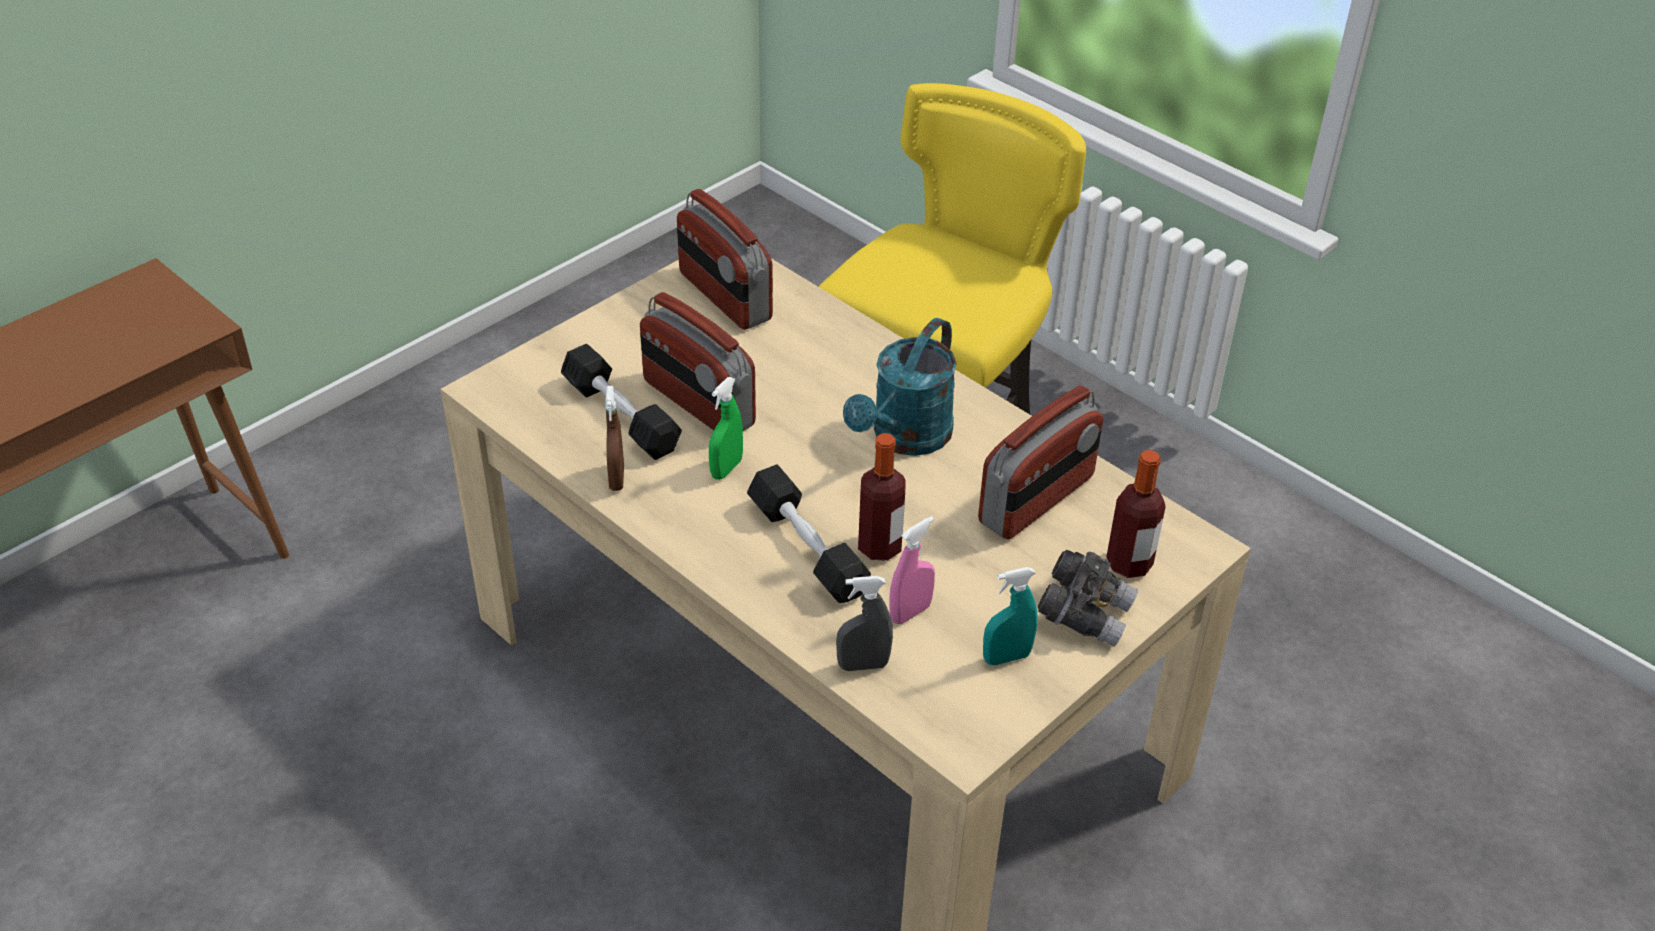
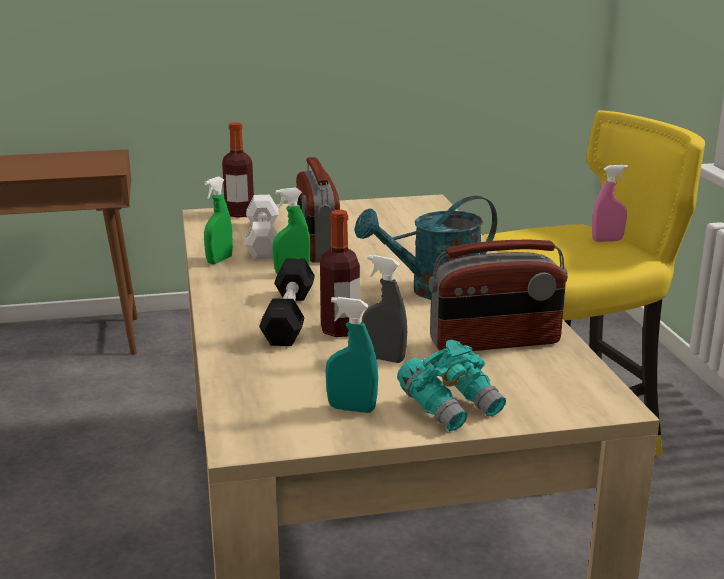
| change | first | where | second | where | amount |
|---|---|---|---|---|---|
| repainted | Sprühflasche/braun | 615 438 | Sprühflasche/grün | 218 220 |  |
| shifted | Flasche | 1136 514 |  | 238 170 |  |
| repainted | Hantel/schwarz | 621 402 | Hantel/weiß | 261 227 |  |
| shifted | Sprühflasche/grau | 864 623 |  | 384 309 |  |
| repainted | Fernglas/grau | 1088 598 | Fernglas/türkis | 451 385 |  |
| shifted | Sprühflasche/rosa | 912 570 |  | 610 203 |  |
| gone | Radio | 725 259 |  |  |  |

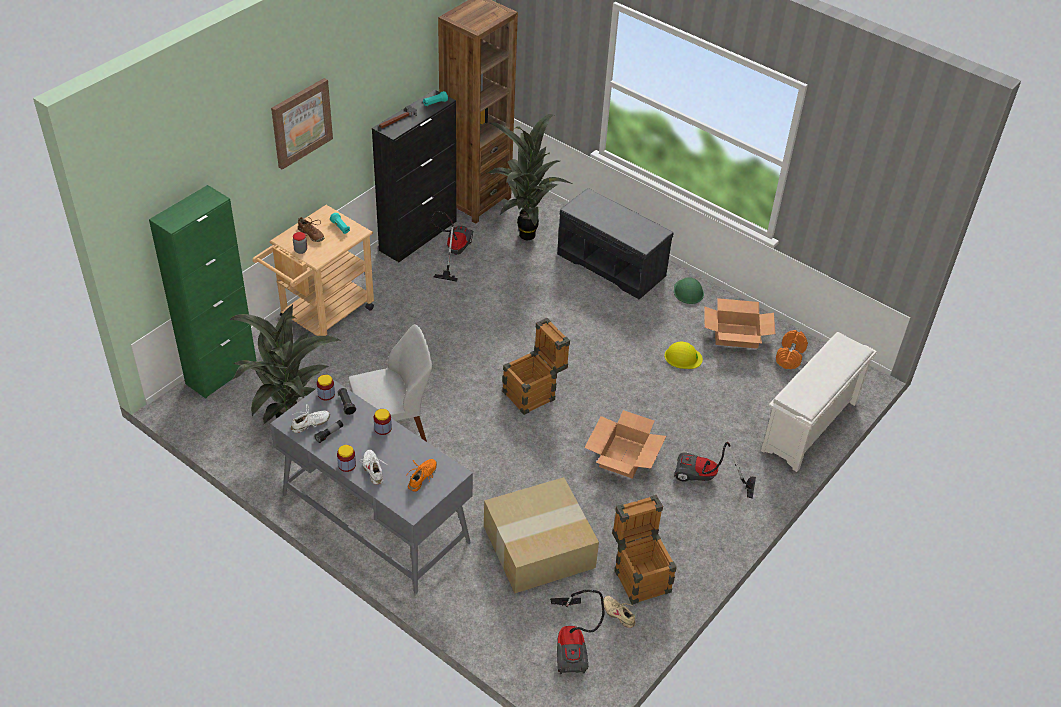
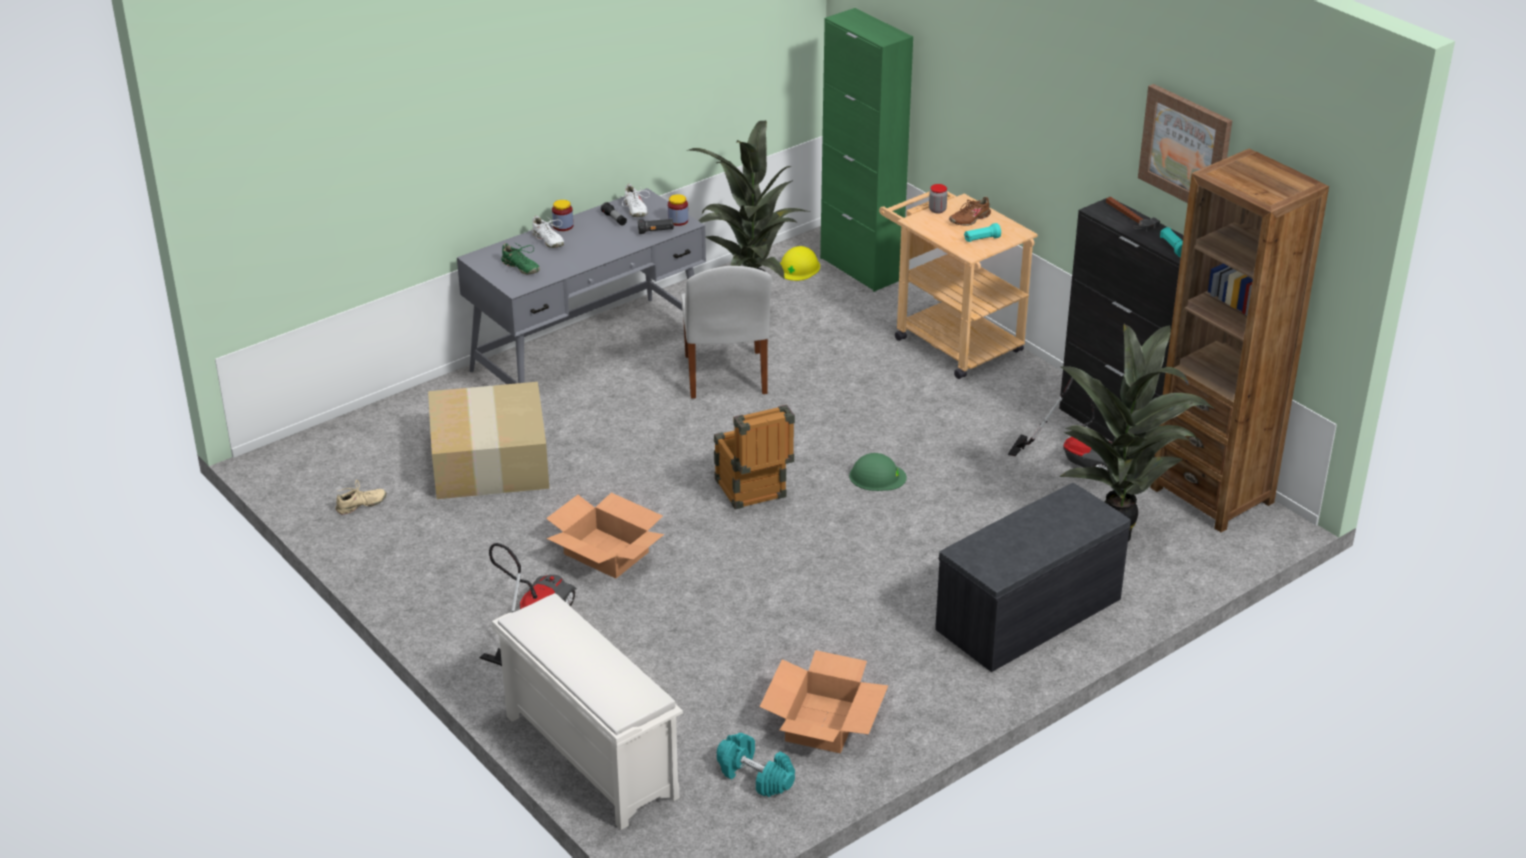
| change | first | where | second | where | amount |
|---|---|---|---|---|---|
| repainted | Schuh/orange | 422 475 | Schuh/grün | 520 258 |  |
| rotated | Schuh/weiß | 374 467 |  | 546 232 | 60 degrees clockwise |
| repainted | Hantel/orange | 792 349 | Hantel/türkis | 756 765 |  |
| shifted | Schutzhelm/gelb | 683 355 |  | 799 263 |  |
| shifted | Schutzhelm/grün | 689 290 |  | 878 472 |  |
| shifted | Bild | 302 124 |  | 1185 143 |  |
| gone | Vorratsglas | 383 422 |  |  |  |
| gone | Staubsauger | 577 632 |  |  |  |
| gone | Kiste | 644 550 |  |  |  |

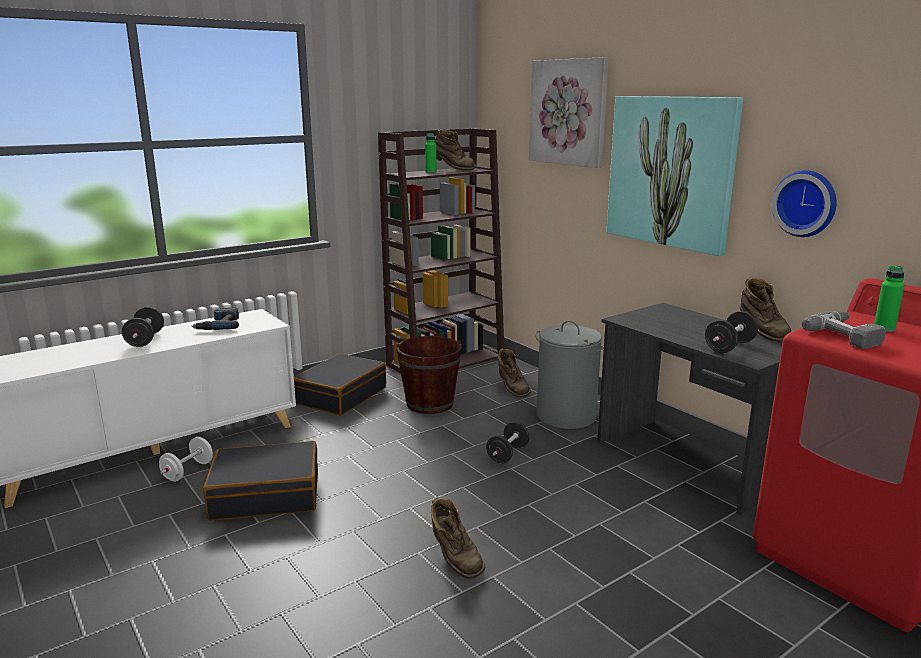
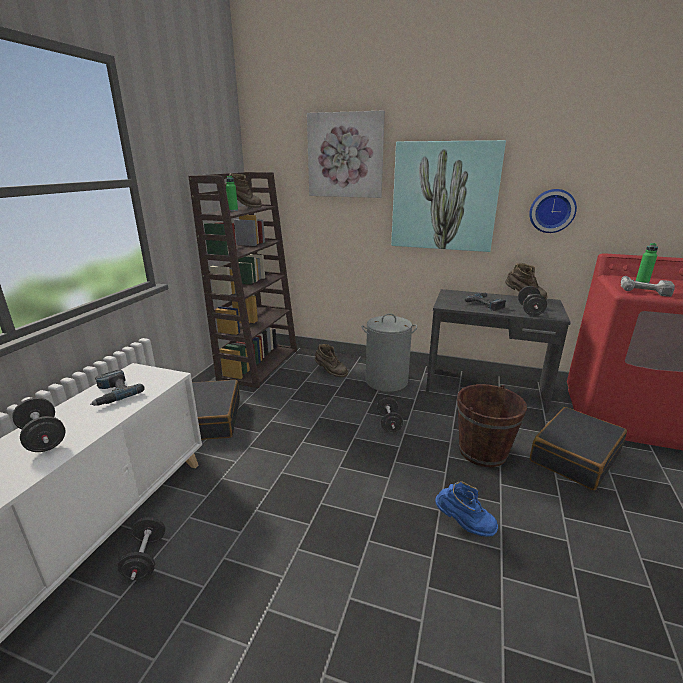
| change | first | where | second | where | amount |
|---|---|---|---|---|---|
| repainted | Hantel/weiß | 186 459 | Hantel/schwarz | 141 548 |  |
| repainted | Stiefel/braun | 458 538 | Stiefel/blau | 466 509 |  |
| shifted | Eimer/braun | 429 375 |  | 492 425 |  |
| new |  |  | Bohrmaschine | 485 302 |  |
| shifted | Koffer/schwarz | 260 481 |  | 578 448 |  |

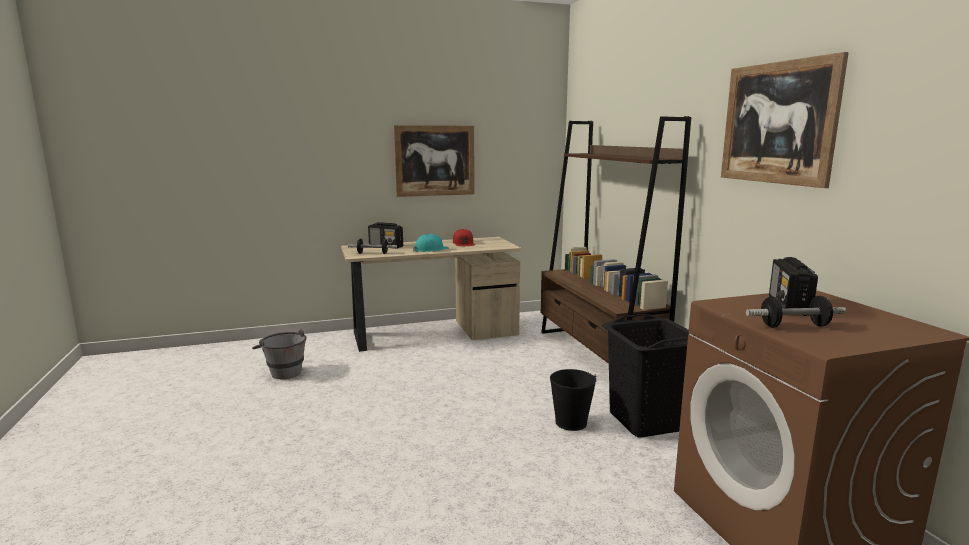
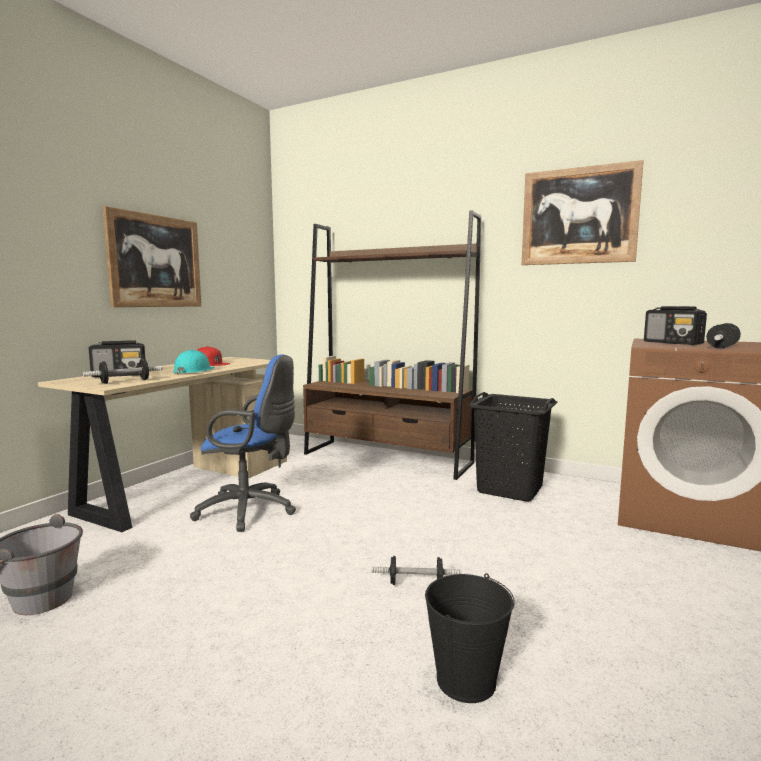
| change | first | where | second | where | amount |
|---|---|---|---|---|---|
| new |  |  | Bürostuhl/blau | 243 443 |  |
| new |  |  | Hantel | 416 570 |  |
| shifted | Eimer/schwarz | 573 400 |  | 470 638 |  |

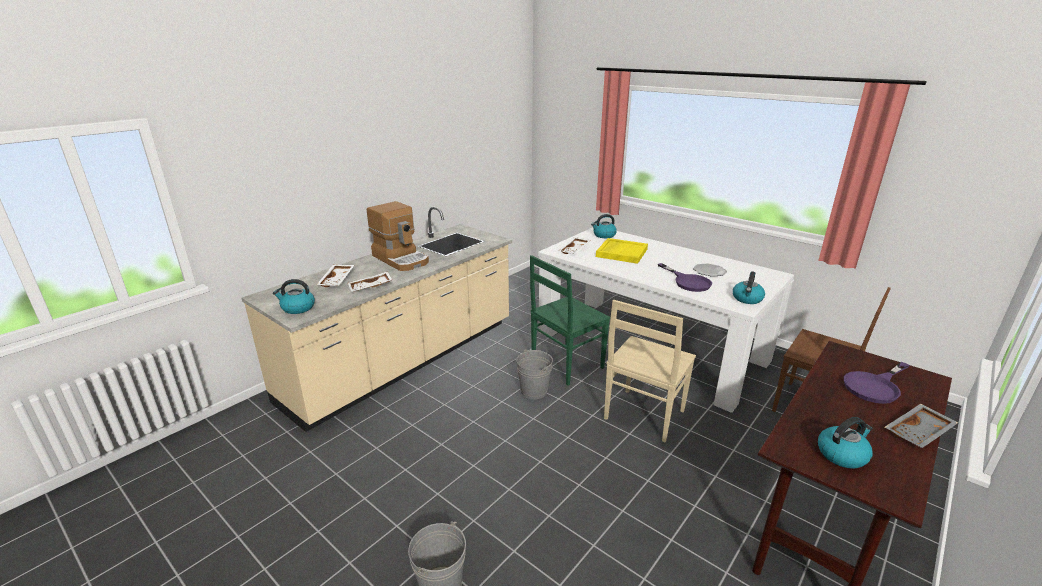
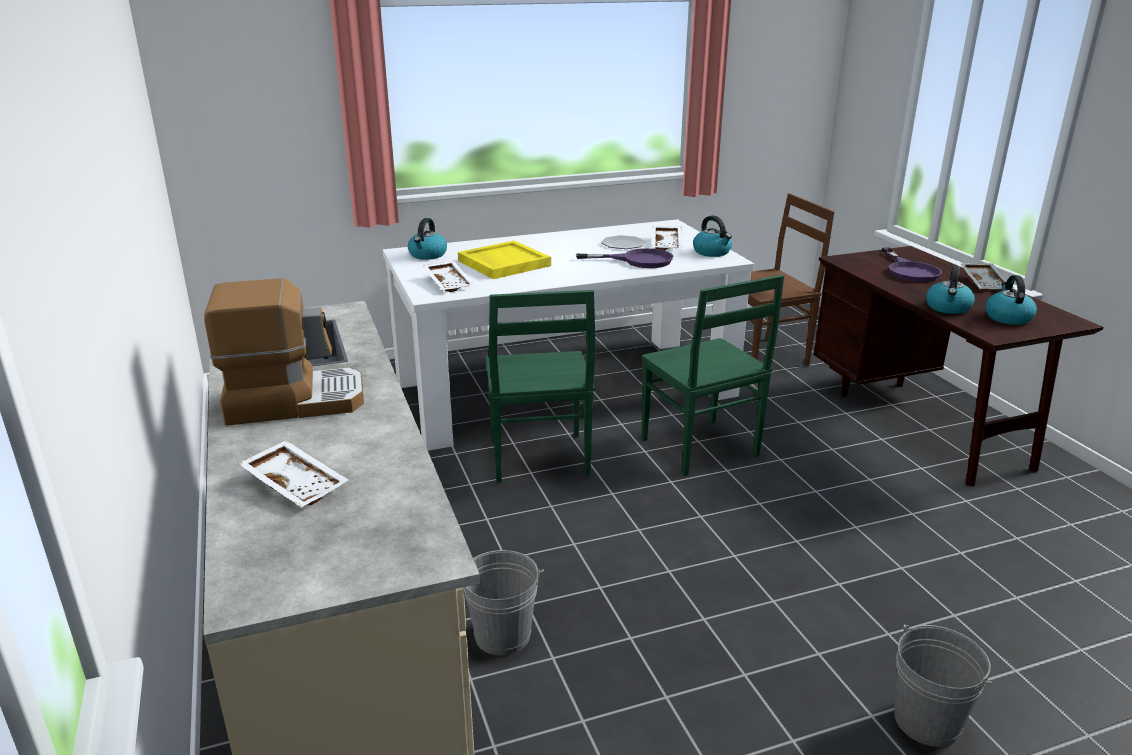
| change | first | where | second | where | amount |
|---|---|---|---|---|---|
| shifted | Eimer/grau | 535 374 |  | 504 603 |  |
| repainted | Stuhl/beige | 650 371 | Stuhl/grün | 713 375 |  |
| shifted | Tablett/weiß | 370 282 |  | 667 238 |  |
| shifted | Wasserkessel | 294 296 |  | 950 290 |  |

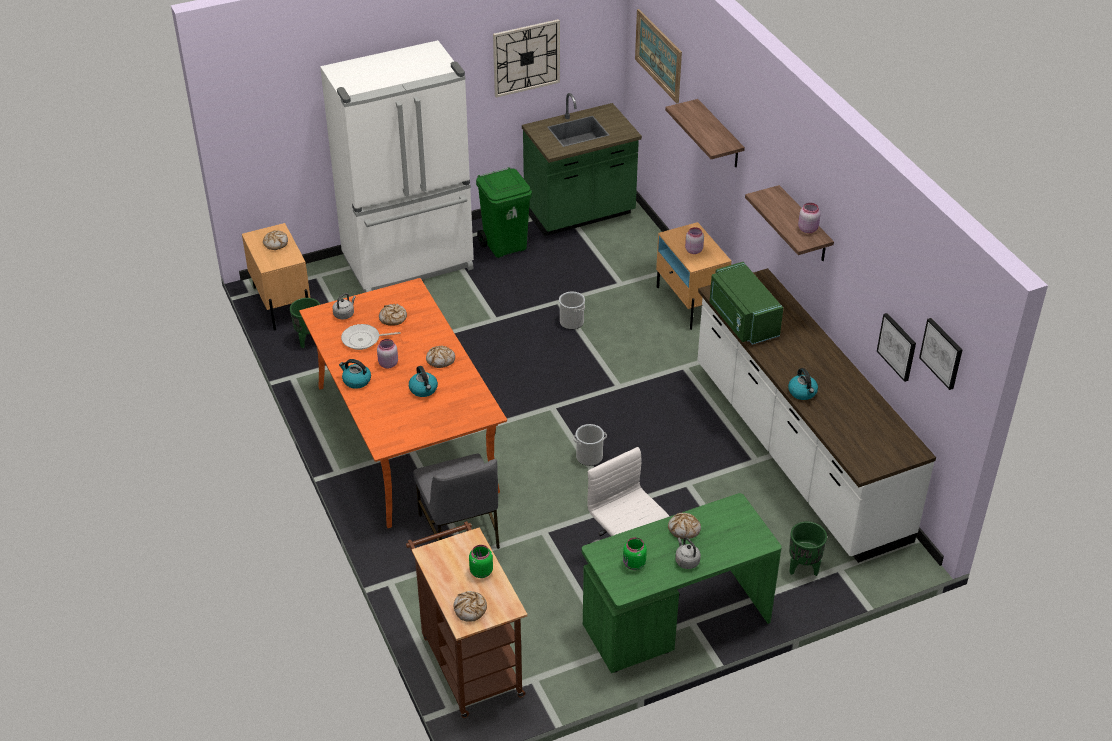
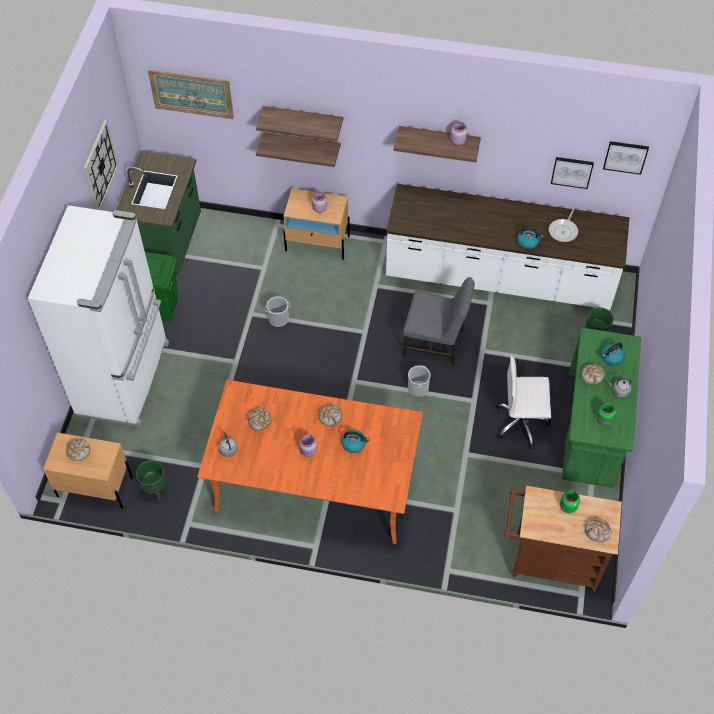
| change | first | where | second | where | amount |
|---|---|---|---|---|---|
| new |  |  | Wandregal | 298 149 |  |
| shifted | Stuhl/grau | 456 501 |  | 439 321 |  |
| shifted | Pfanne | 371 337 |  | 563 225 |  |
| shifted | Wasserkessel | 355 374 |  | 613 354 |  |
| gone | Mikrowelle/grün | 746 303 |  |  |  |

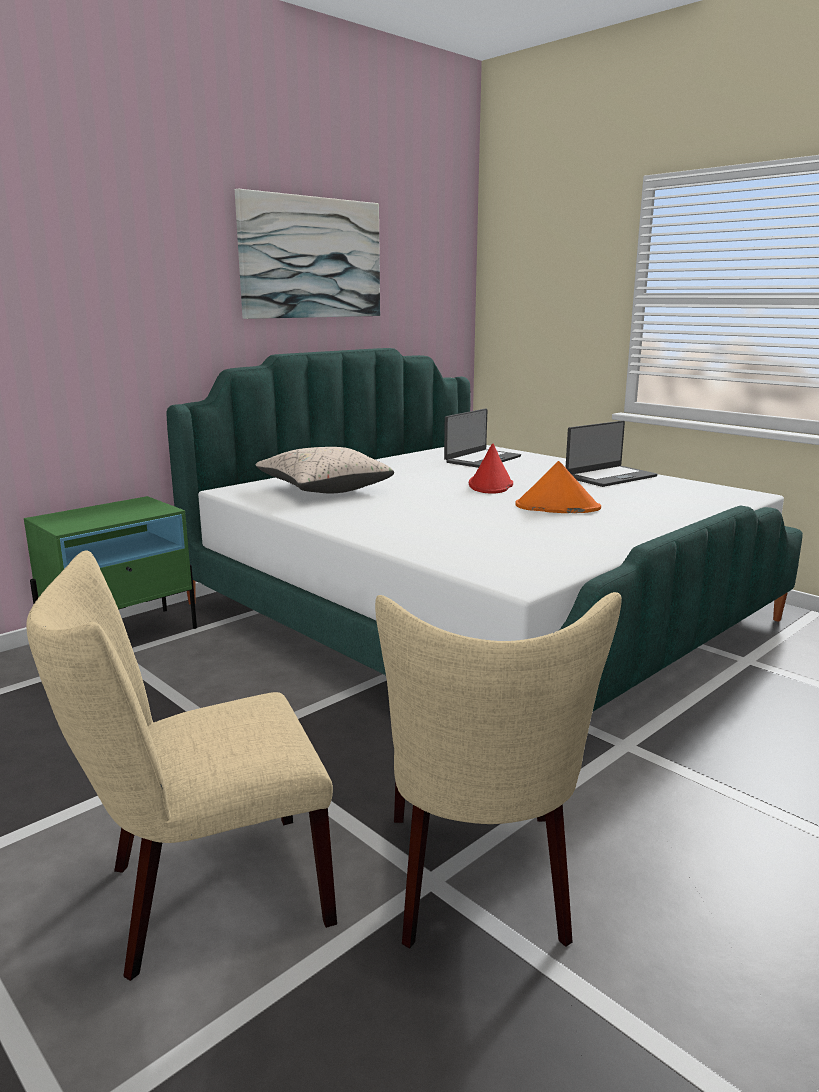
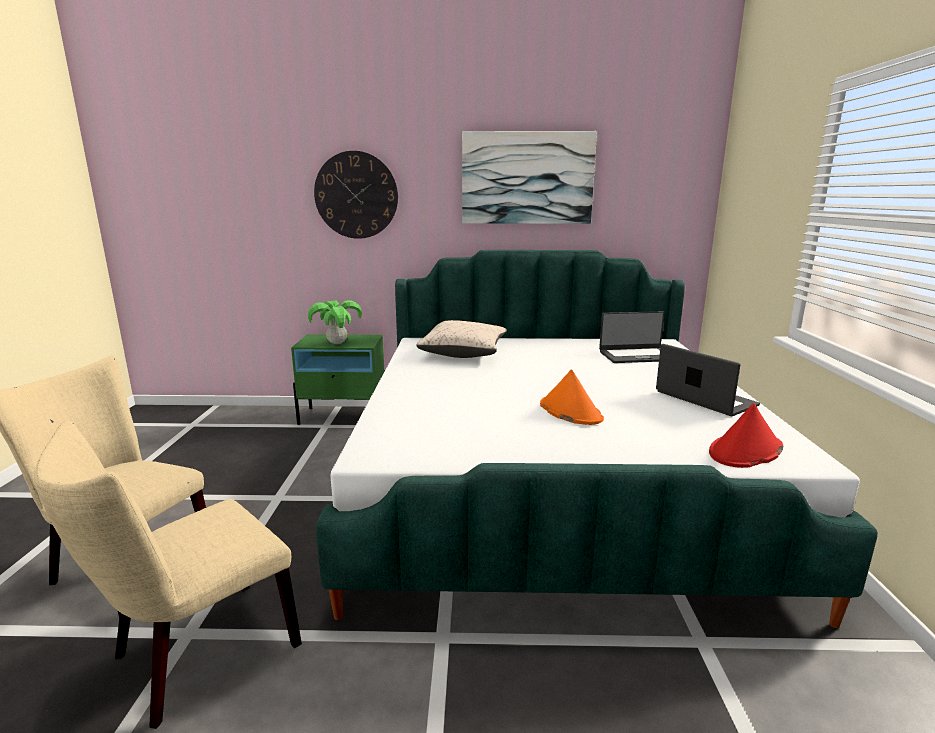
| change | first | where | second | where | amount |
|---|---|---|---|---|---|
| new |  |  | Topfpflanze | 335 322 |  |
| new |  |  | Wanduhr | 356 195 |  |
| rotated | Laptop | 611 454 |  | 708 380 | 135 degrees counterclockwise |
| shifted | Hut/rot | 491 468 |  | 746 435 |  |

